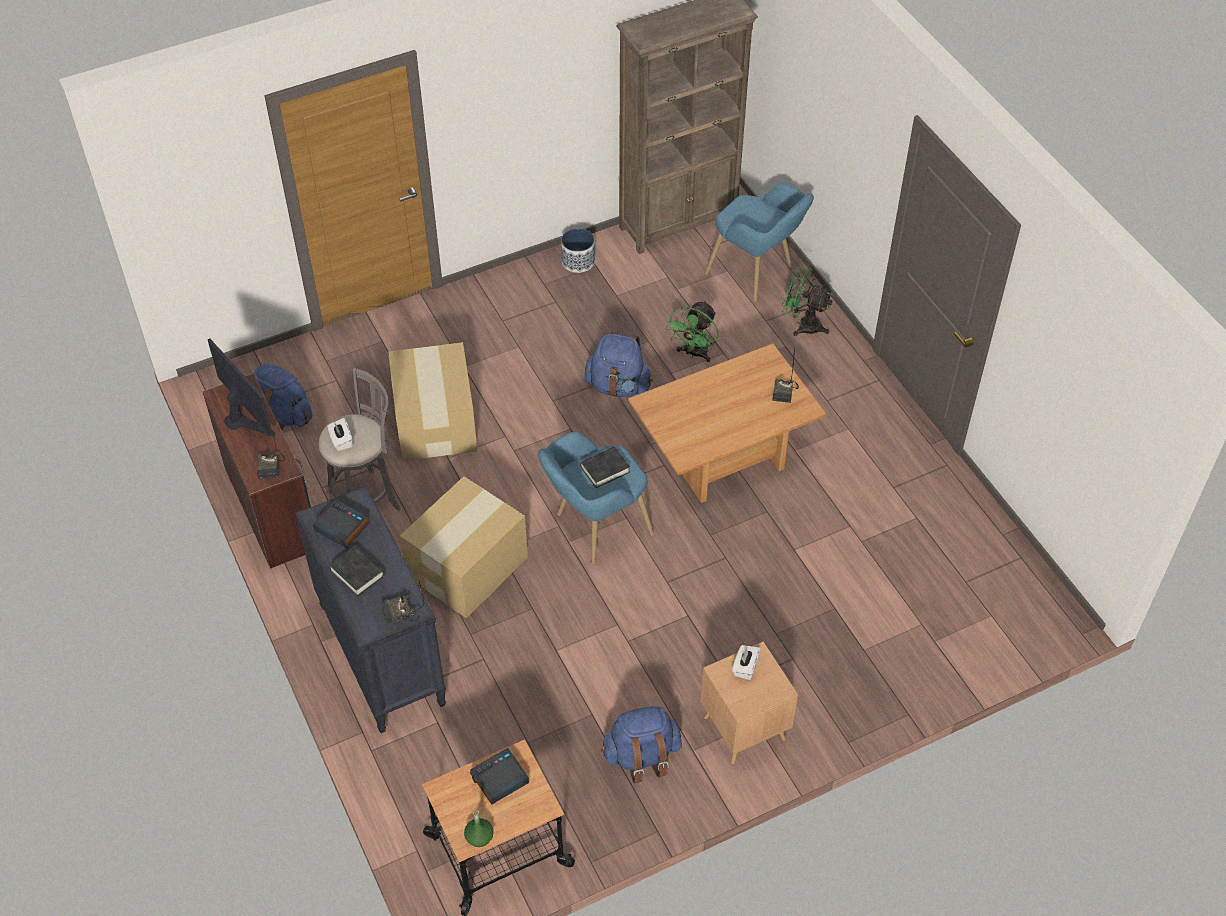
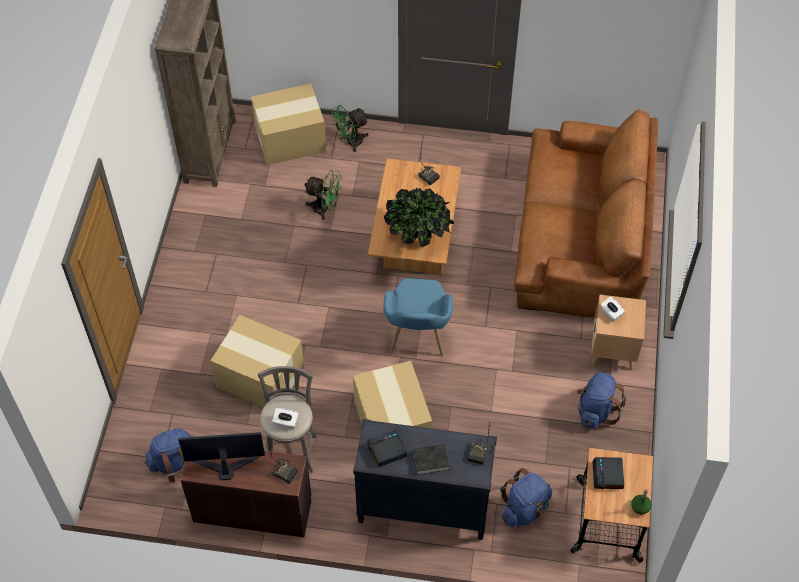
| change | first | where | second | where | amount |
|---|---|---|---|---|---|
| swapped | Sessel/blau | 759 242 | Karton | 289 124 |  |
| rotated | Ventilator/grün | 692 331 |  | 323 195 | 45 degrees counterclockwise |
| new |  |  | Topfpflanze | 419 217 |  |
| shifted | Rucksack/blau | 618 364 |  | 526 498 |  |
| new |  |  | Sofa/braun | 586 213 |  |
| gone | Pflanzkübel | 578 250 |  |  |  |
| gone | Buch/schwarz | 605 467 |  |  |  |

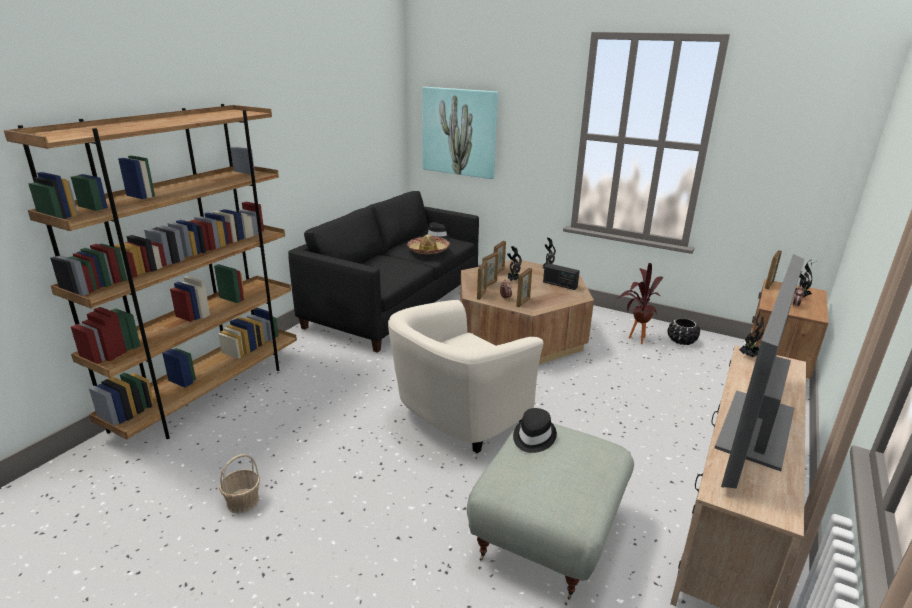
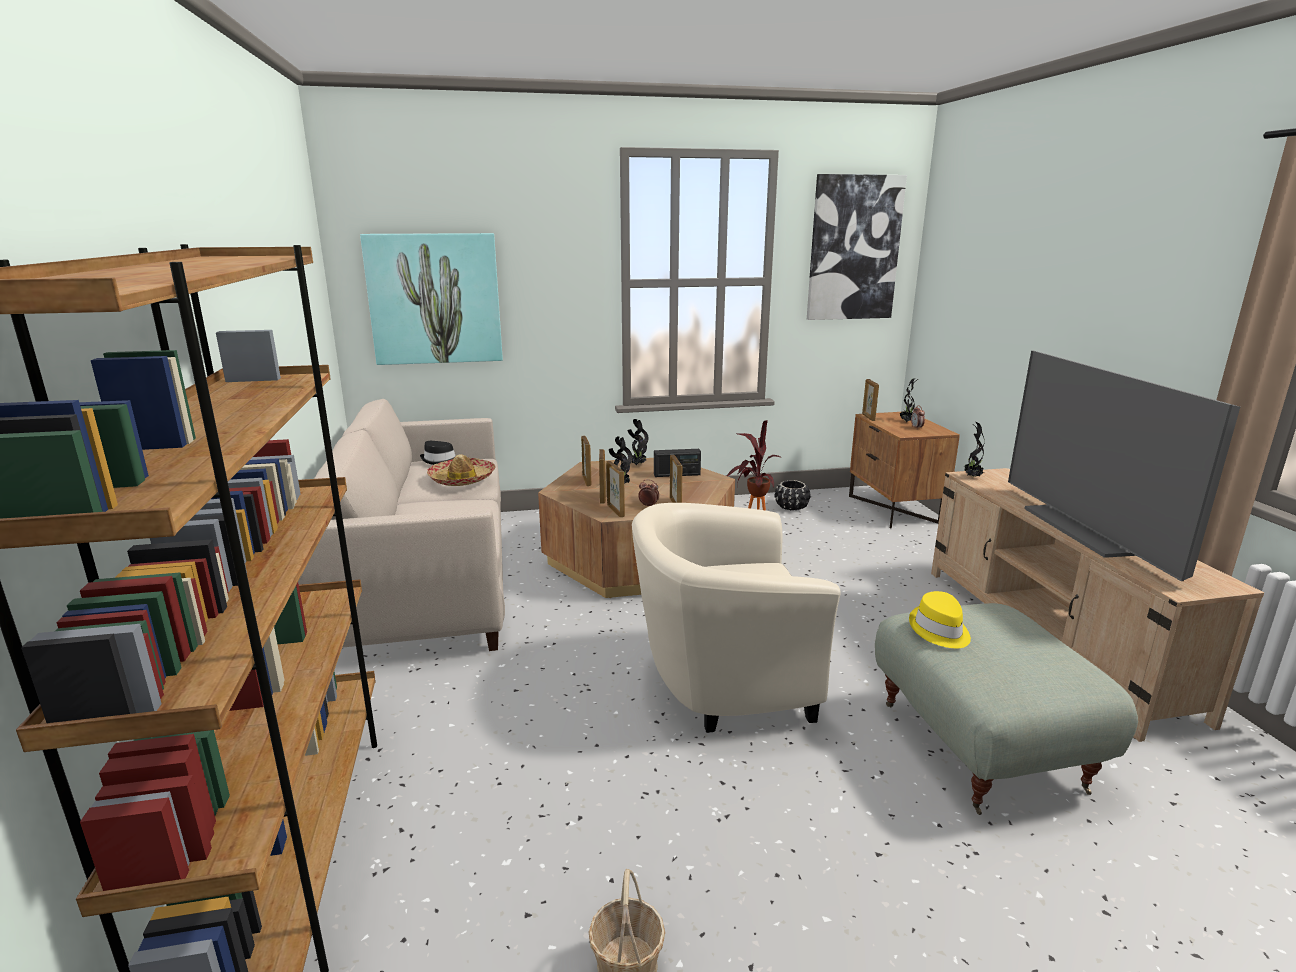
| change | first | where | second | where | amount |
|---|---|---|---|---|---|
| repainted | Sofa/schwarz | 383 272 | Sofa/beige | 401 525 |  |
| rotated | Sessel/beige | 465 376 |  | 736 618 | 75 degrees clockwise |
| new |  |  | Bild | 857 247 |  |
| repainted | Hut/schwarz | 535 430 | Hut/gelb | 940 619 |  |

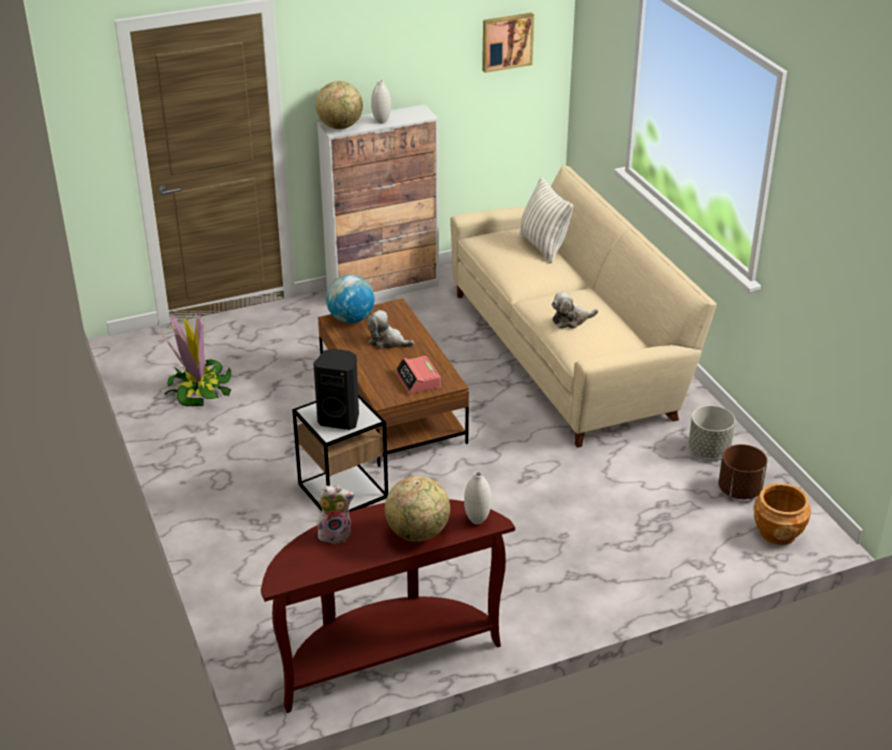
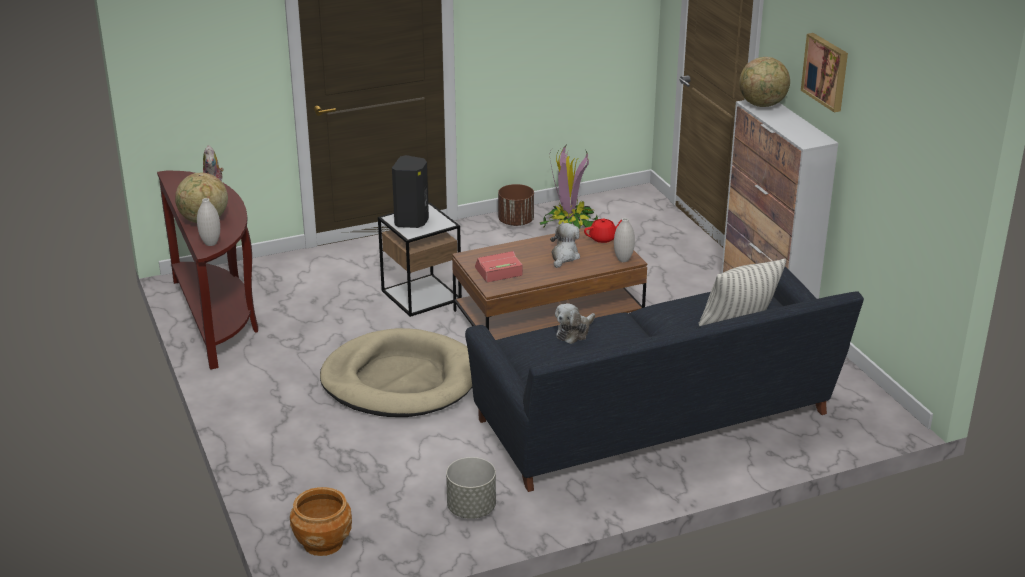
| change | first | where | second | where | amount |
|---|---|---|---|---|---|
| new |  |  | Hundebett/beige | 396 372 |  |
| repainted | Sofa/beige | 583 307 | Sofa/schwarz | 664 379 |  |
| shifted | Pflanzkübel/braun | 742 471 |  | 516 205 |  |
| rotated | Plüschtier | 575 310 |  | 575 323 | 120 degrees counterclockwise |
| swapped | Globus | 350 299 | Teekanne/rot | 603 231 |  |
| shifted | Vase/weiß | 381 102 |  | 624 240 |  |
| shifted | Bild | 508 43 |  | 824 72 |  |

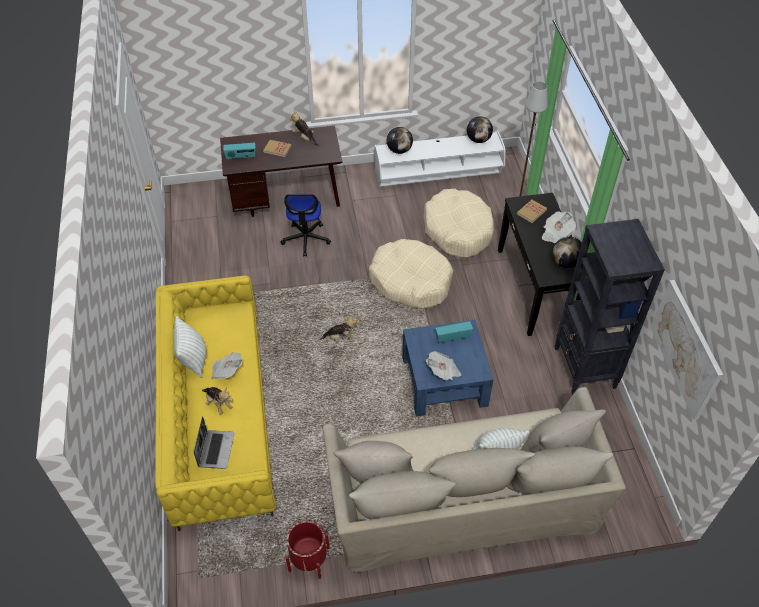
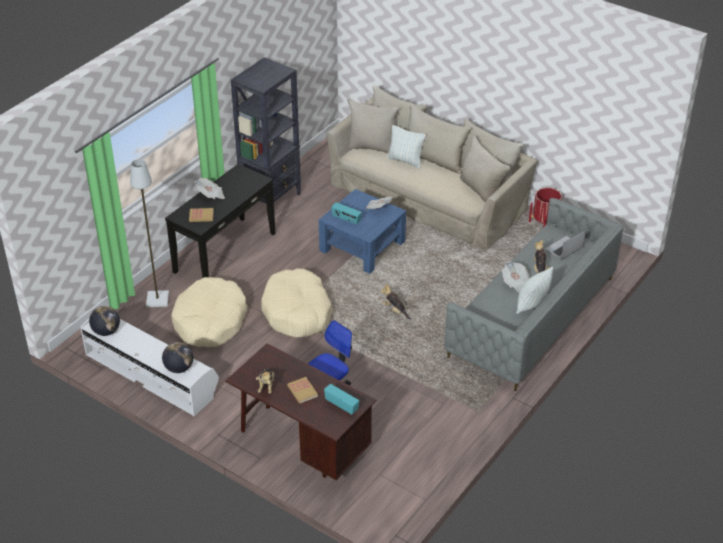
| change | first | where | second | where | amount |
|---|---|---|---|---|---|
| repainted | Sofa/gelb | 215 403 | Sofa/grau | 534 294 |  |
| gone | Globus | 567 252 |  |  |  |
| gone | Bild | 686 350 |  |  |  |

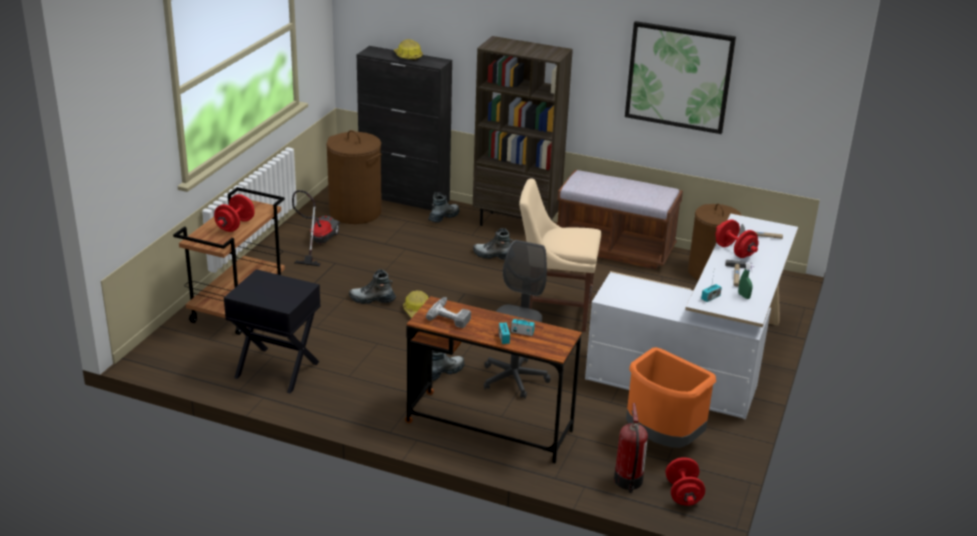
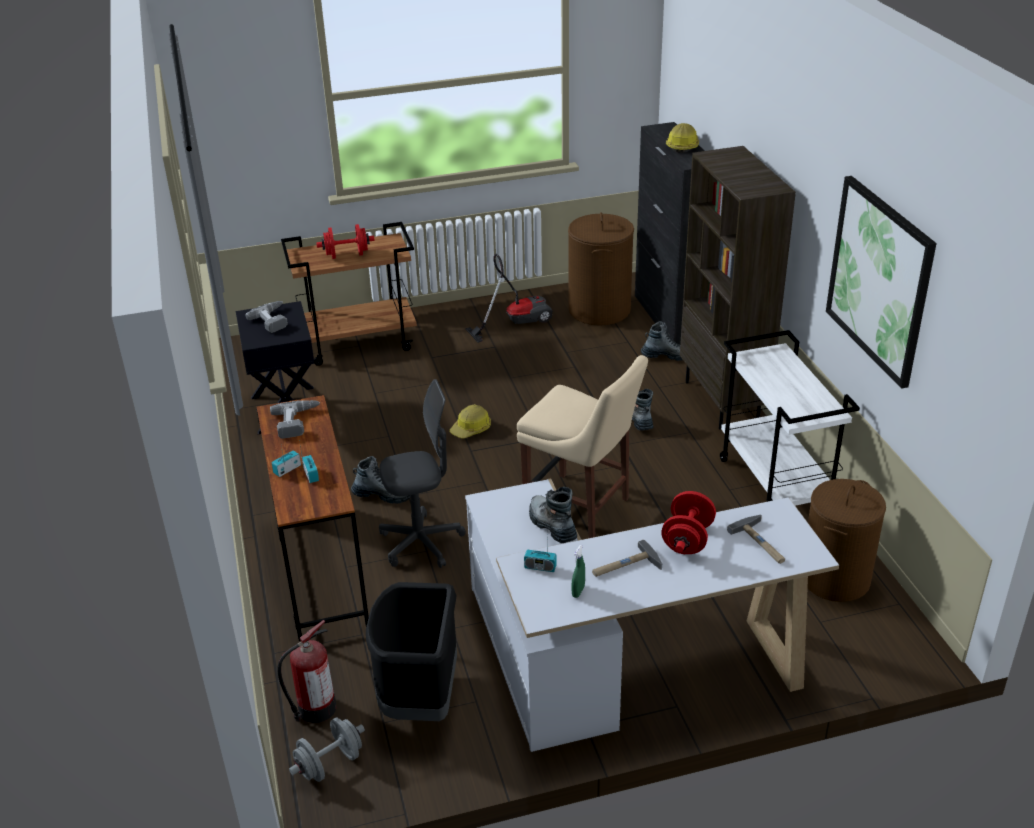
| change | first | where | second | where | amount |
|---|---|---|---|---|---|
| new |  |  | Bohrmaschine | 266 317 |  |
| repainted | Hantel/rot | 685 481 | Hantel/grau | 327 750 |  |
| repainted | Mülleimer/orange | 671 397 | Mülleimer/schwarz | 411 651 |  |
| rotated | Stuhl/beige | 560 255 |  | 582 446 | 150 degrees clockwise |
| shifted | Stiefel | 372 286 |  | 553 515 |  |
| swapped | Bank/braun | 620 220 | Rollwagen/weiß | 790 418 |  |

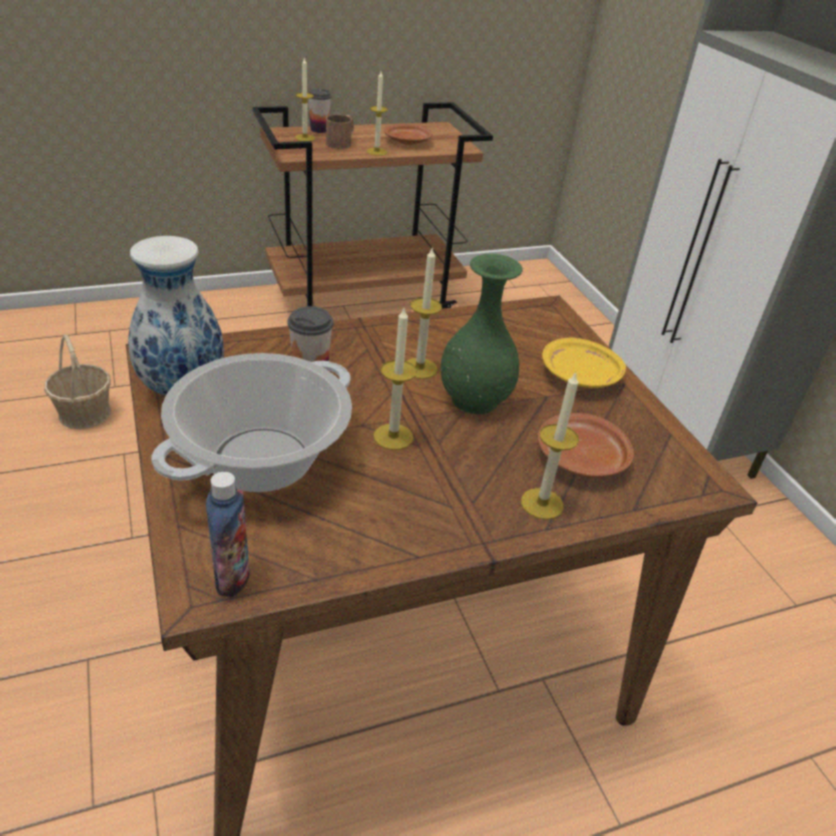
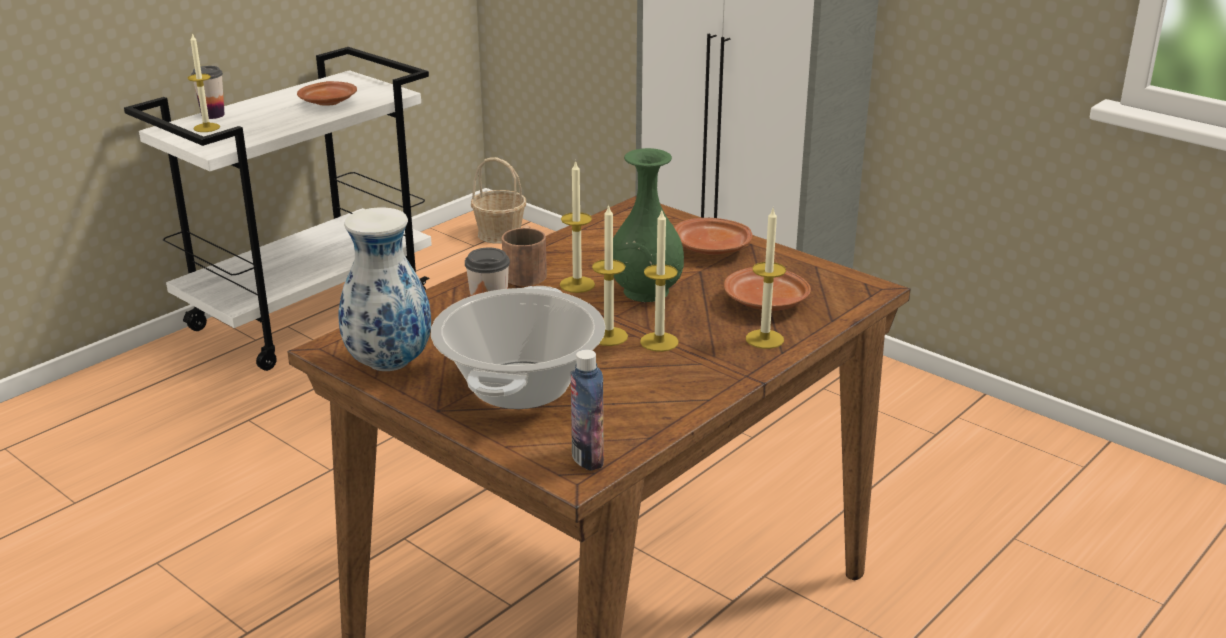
| change | first | where | second | where | amount |
|---|---|---|---|---|---|
| repainted | Rollwagen/braun | 372 205 | Rollwagen/weiß | 278 209 |  |
| shifted | Korb | 77 381 |  | 498 200 |  |
| shifted | Henkelbecher/braun | 340 132 |  | 524 255 |  |
| shifted | Kerze | 377 113 |  | 659 281 |  |
| repainted | Teller/gelb | 584 363 | Teller/braun | 713 236 |  |

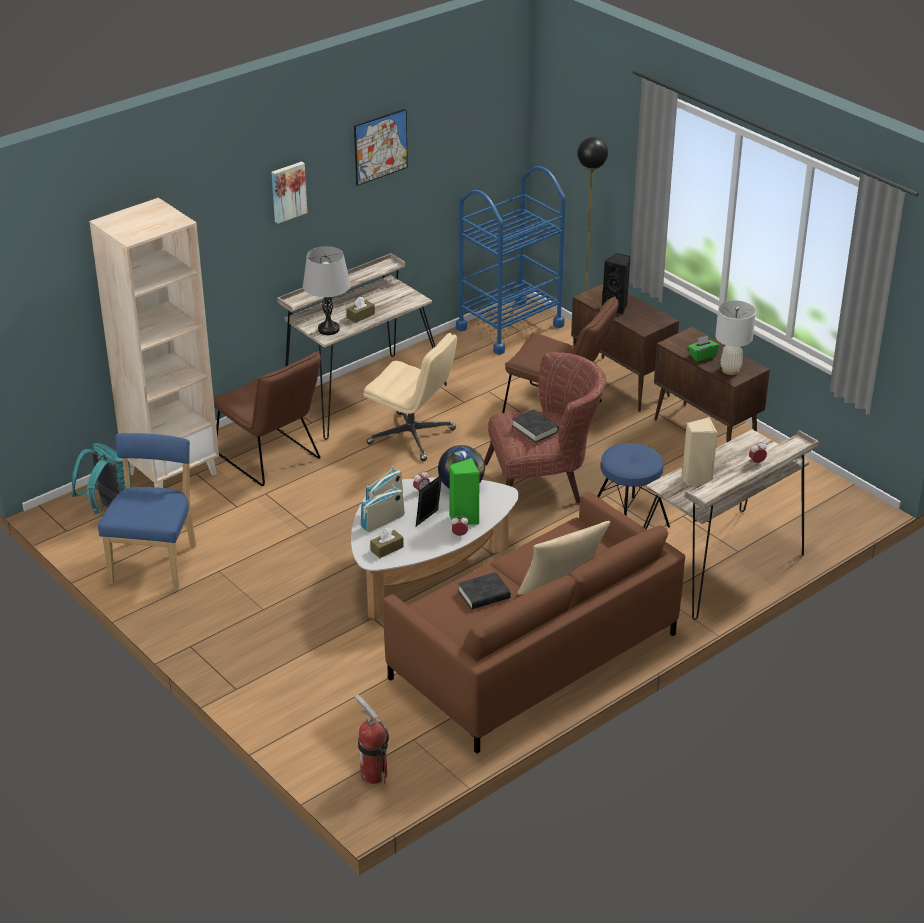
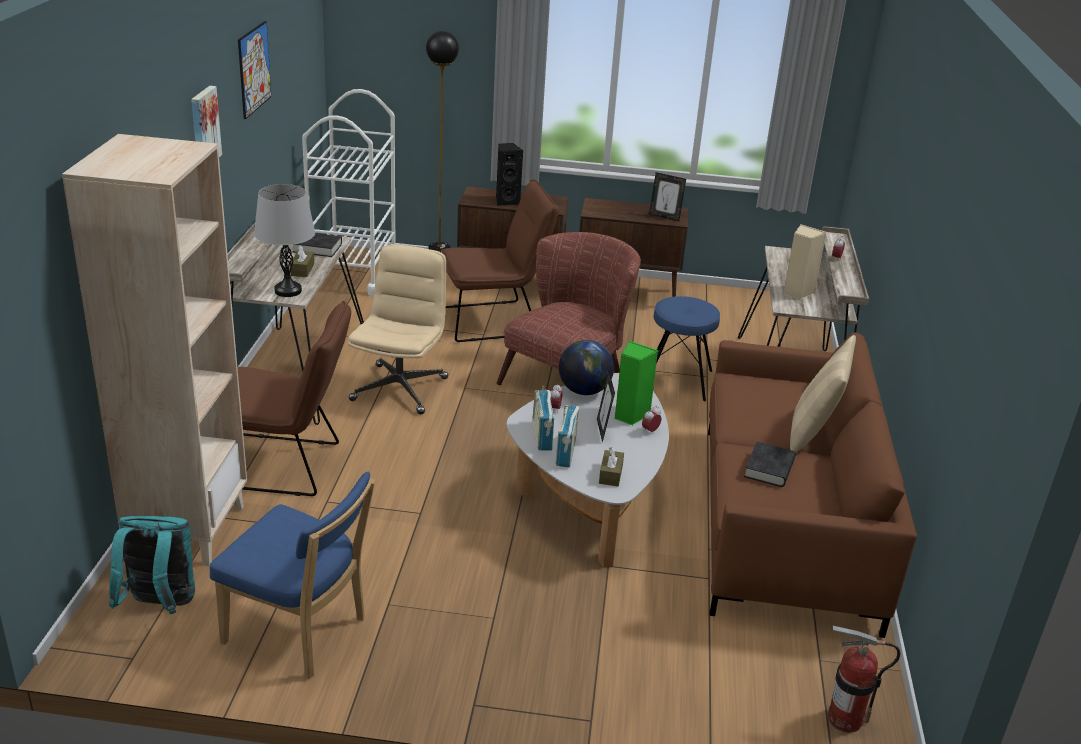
| change | first | where | second | where | amount |
|---|---|---|---|---|---|
| rotated | Stuhl/blau | 147 511 |  | 292 575 | 150 degrees clockwise |
| shifted | Buch/schwarz | 535 426 |  | 317 245 |  |
| repainted | Rollwagen/blau | 511 260 | Rollwagen/weiß | 348 192 |  |
| rotated | Bürostuhl/beige | 410 397 |  | 398 329 | 60 degrees counterclockwise |
| swapped | Tischlampe/weiß | 735 337 | Bilderrahmen | 667 196 |  |
| gone | Taschentuchbox/grün | 703 348 |  |  |  |

